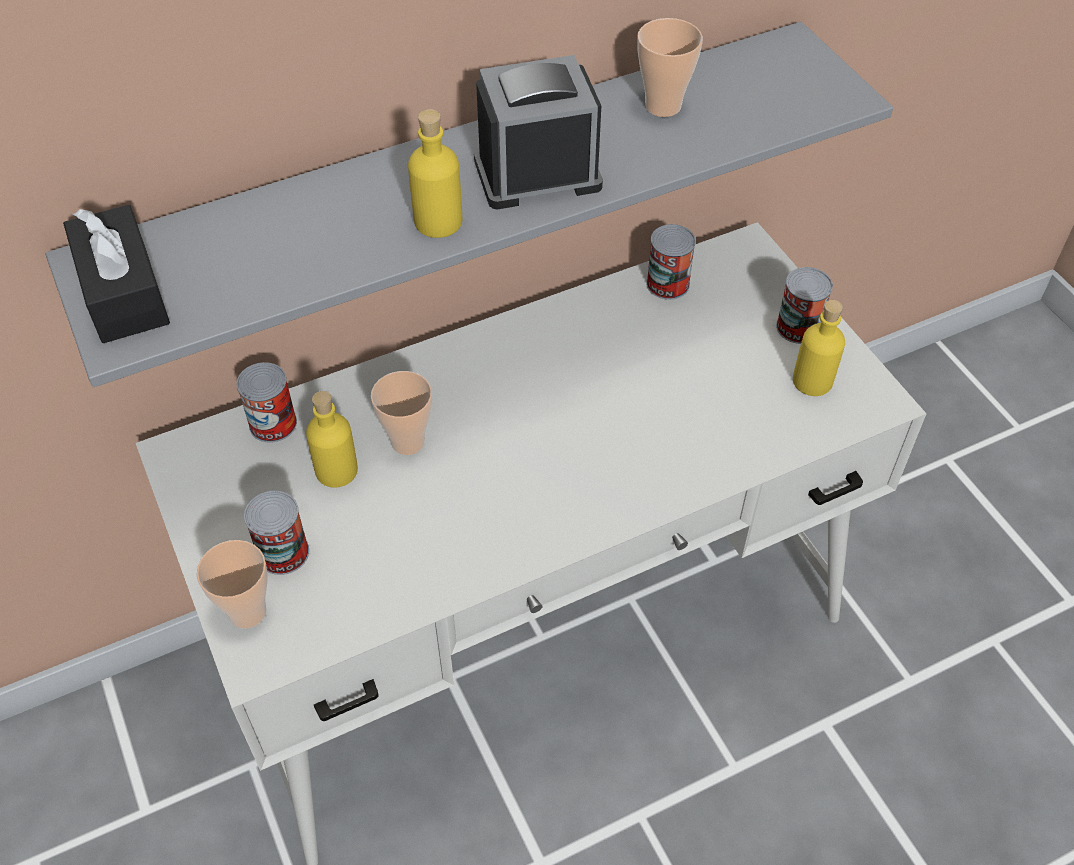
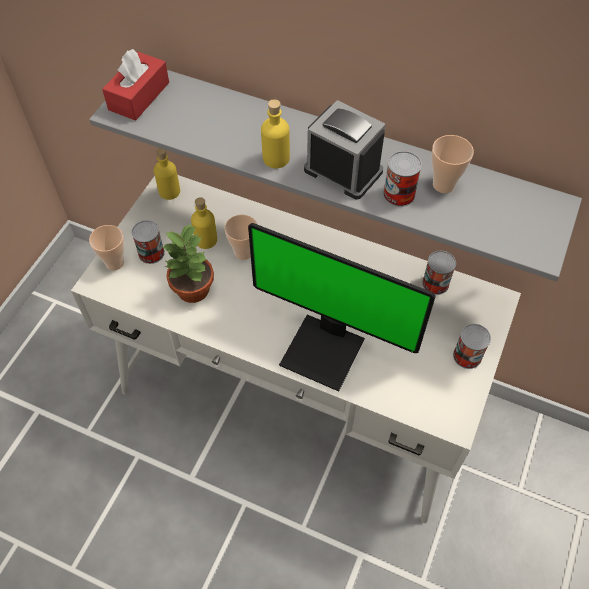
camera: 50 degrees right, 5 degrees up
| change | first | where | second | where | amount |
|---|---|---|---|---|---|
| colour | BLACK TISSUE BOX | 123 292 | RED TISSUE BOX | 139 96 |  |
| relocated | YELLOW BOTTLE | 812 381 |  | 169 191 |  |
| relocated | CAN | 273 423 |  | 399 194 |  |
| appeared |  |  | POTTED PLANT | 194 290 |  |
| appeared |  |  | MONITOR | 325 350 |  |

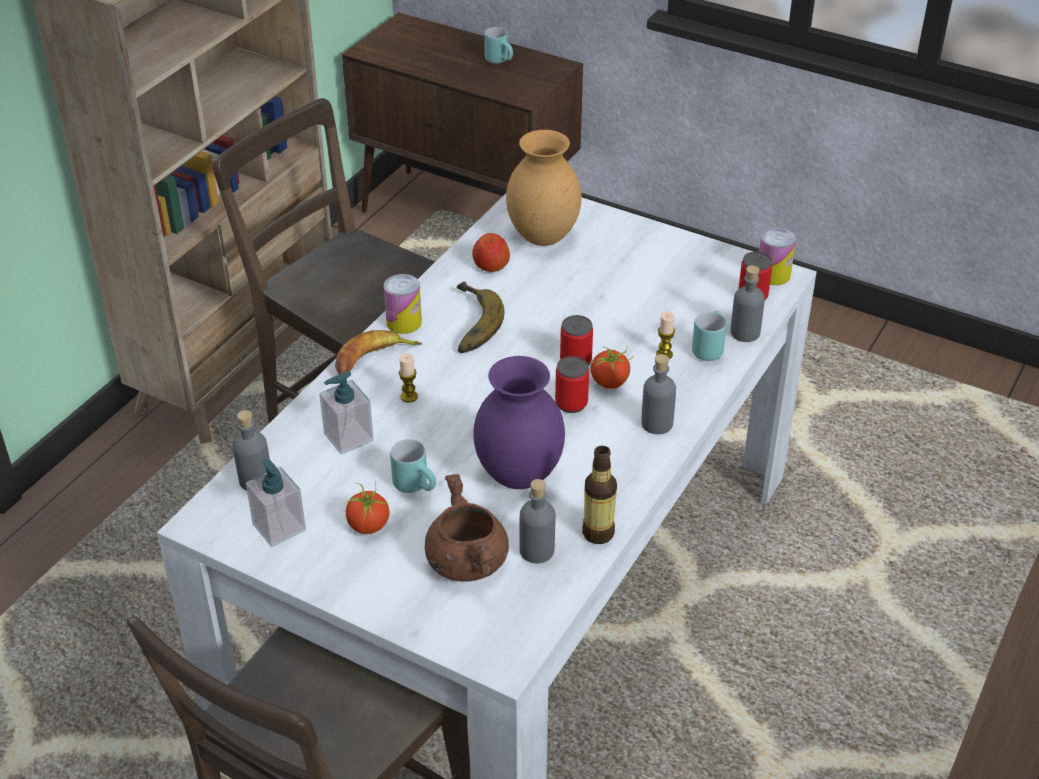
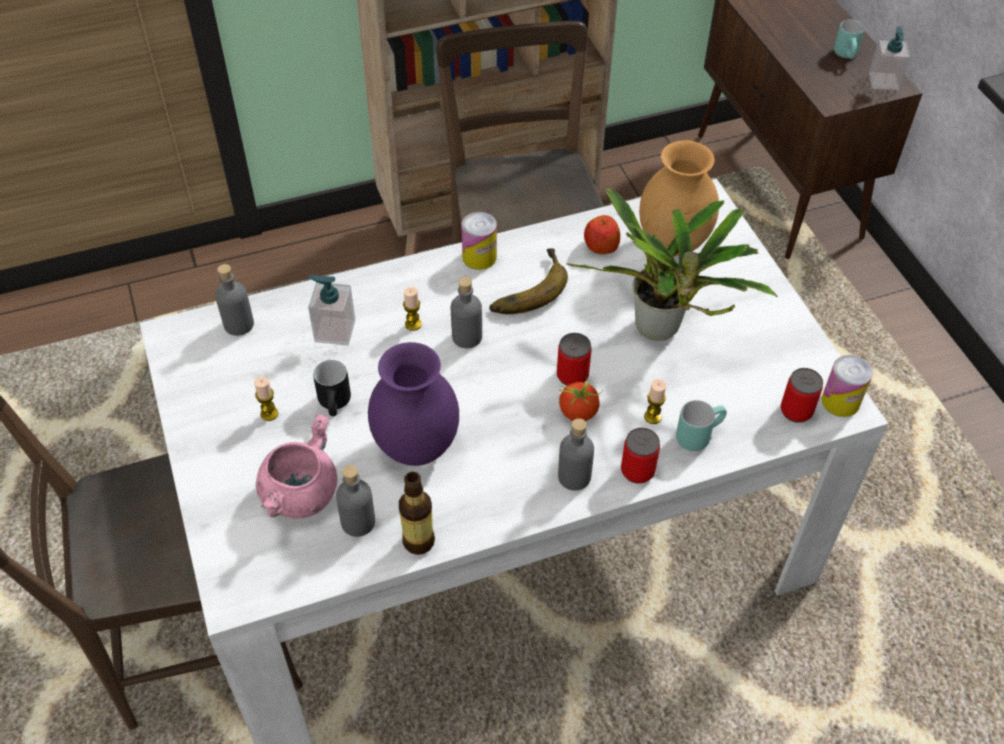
camera: 40 degrees right, 10 degrees up
| change | first | where | second | where | amount |
|---|---|---|---|---|---|
| relocated | GREY BOTTLE | 745 333 |  | 467 337 |  |
| missing | BANANA | 374 360 |  |  |  |
| relocated | CAN | 571 403 |  | 637 471 |  |
| colour | TURQUOISE MUG | 417 486 | BLACK MUG | 337 405 |  |
| relocated | SOAP DISPENSER | 279 527 |  | 883 81 |  |
| colour | BROWN COOKING POT | 466 562 | PINK COOKING POT | 300 494 |  |
| exchanged | TOMATO | 368 525 | CANDLE | 269 414 |  |
| appeared |  |  | POTTED PLANT | 661 332 |  |

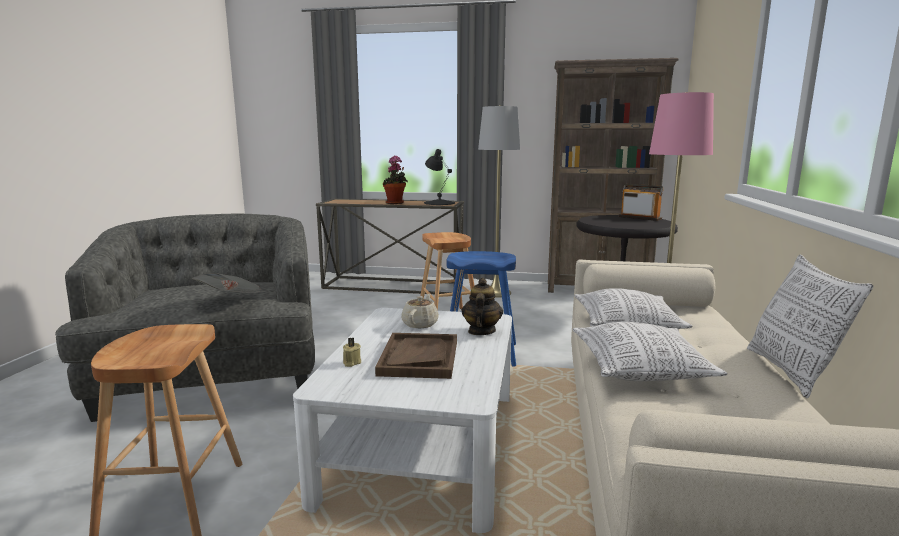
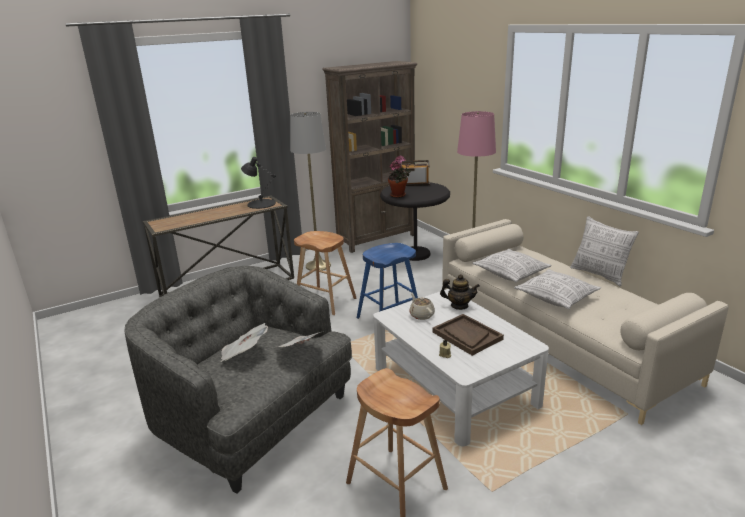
camera: 40 degrees left, 10 degrees up
| change | first | where | second | where | amount |
|---|---|---|---|---|---|
| relocated | POTTED PLANT | 395 203 |  | 399 195 |  |
| spun | TEAPOT | 481 331 |  | 459 306 | 135 degrees clockwise |
| appeared |  |  | NEWSPAPER | 244 354 |  |

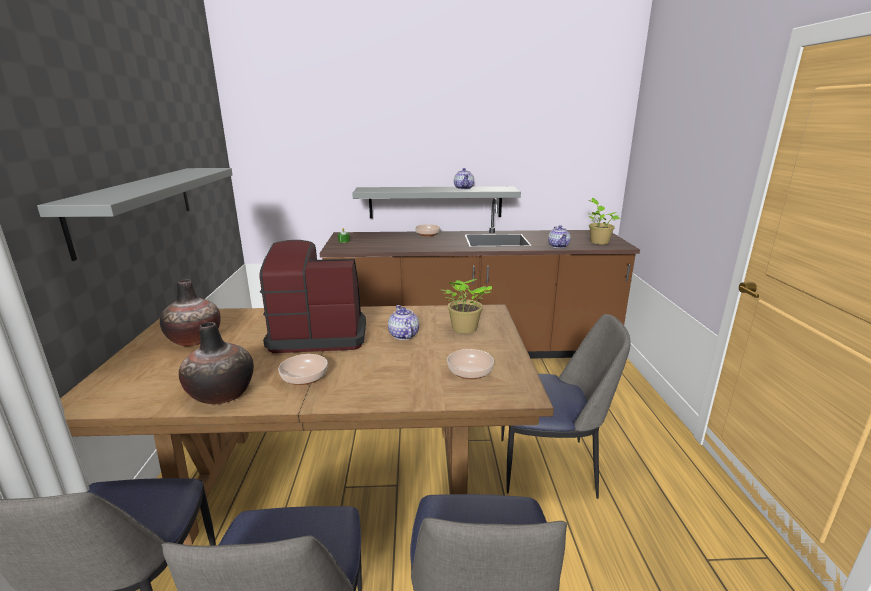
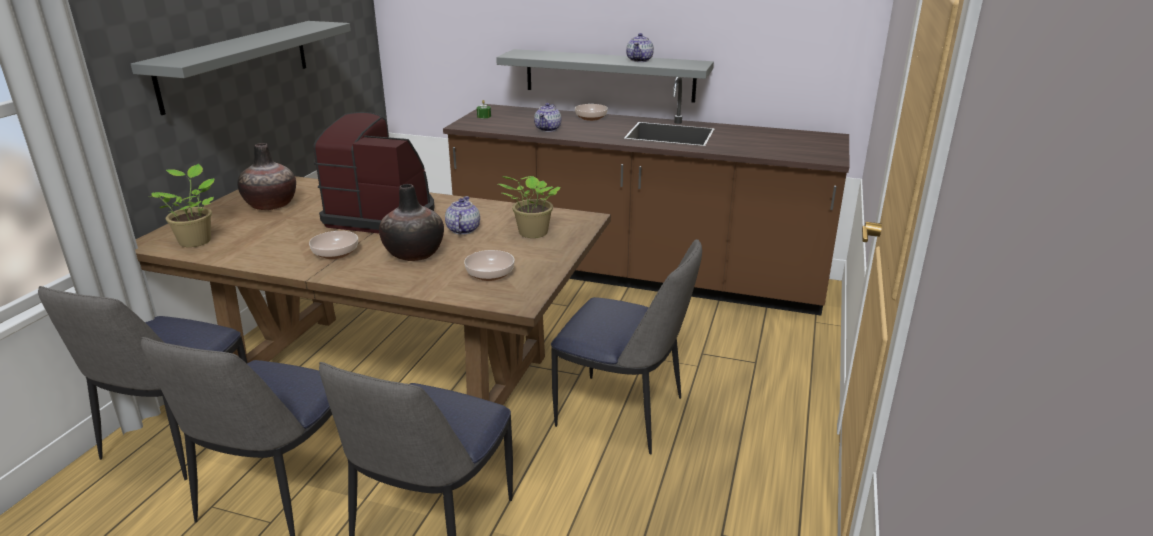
camera: 20 degrees right, 5 degrees up
| change | first | where | second | where | amount |
|---|---|---|---|---|---|
| relocated | POTTED PLANT | 598 242 |  | 196 240 |  |
| relocated | TEAPOT | 558 246 |  | 548 129 |  |
| relocated | VASE | 222 394 |  | 414 254 |  |

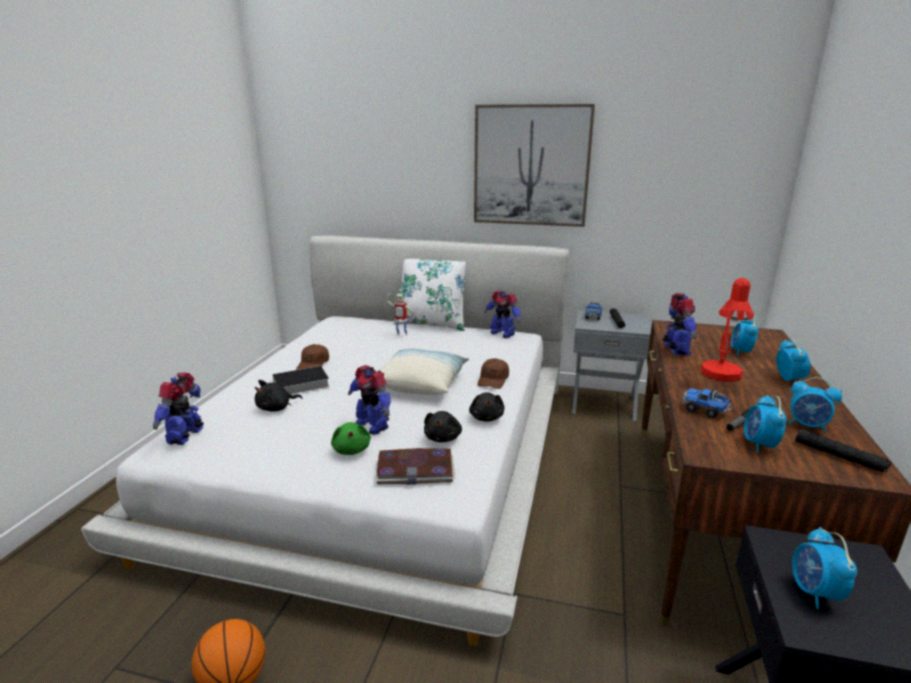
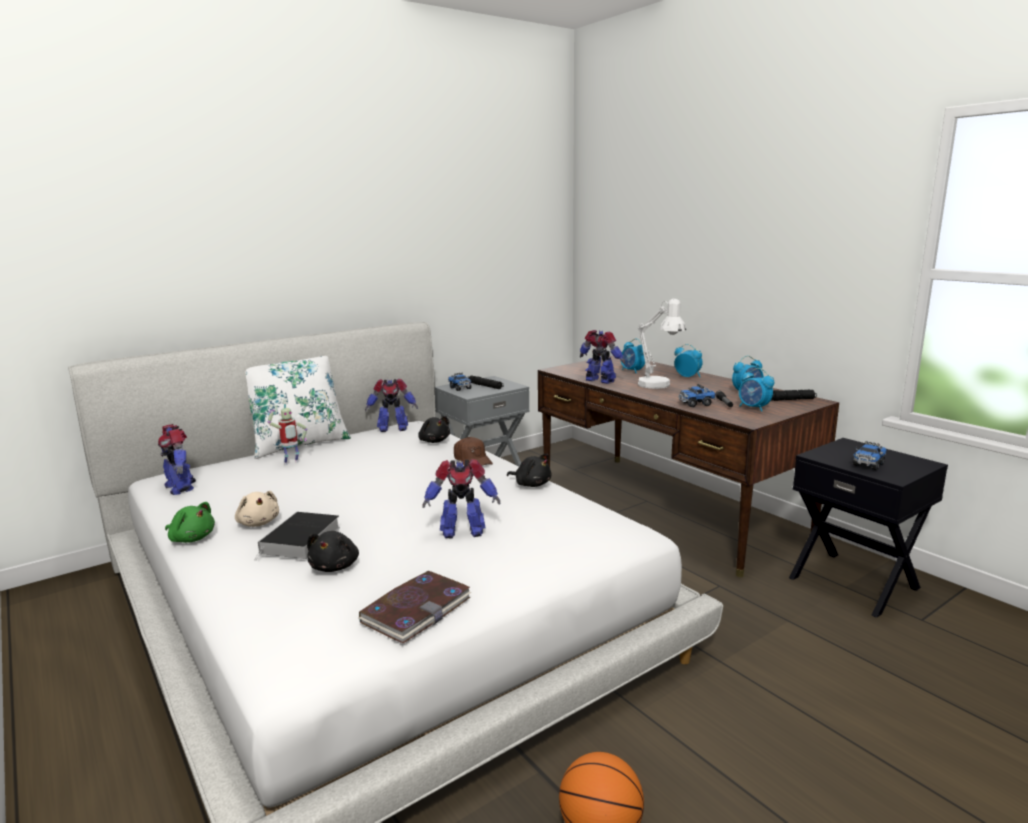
camera: 50 degrees left, 5 degrees down
| change | first | where | second | where | amount |
|---|---|---|---|---|---|
| missing | PICTURE | 531 166 |  |  |  |
| colour | RED TABLE LAMP | 721 377 | WHITE TABLE LAMP | 658 386 |  |
| exchanged | BROWN CAP | 313 364 | BEIGE PLUSH TOY | 258 523 |  |
| missing | PILLOW | 420 384 |  |  |  |
| relocated | TOY ROBOT | 186 436 |  | 180 487 |  |
| relocated | BLACK PLUSH TOY | 443 438 |  | 434 441 |  |
| relocated | GREEN PLUSH TOY | 351 449 |  | 191 538 |  |
| relocated | BOOK | 415 469 |  | 416 609 |  |
| exchanged | ALARM CLOCK | 814 592 | TOY TRUCK | 868 464 |  |

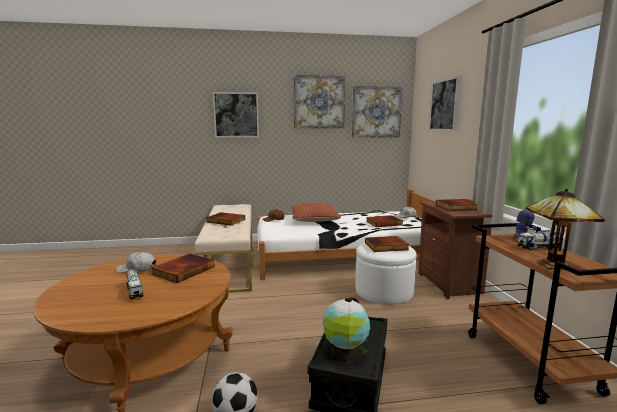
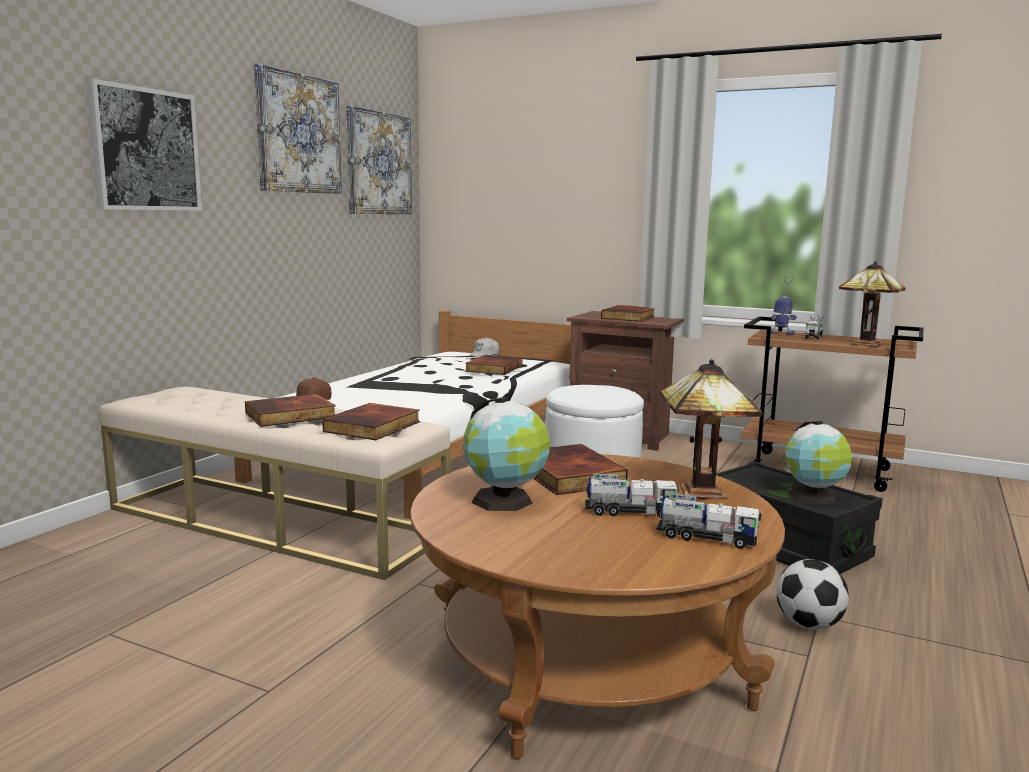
camera: 55 degrees left, 0 degrees up
| change | first | where | second | where | amount |
|---|---|---|---|---|---|
| missing | PICTURE | 445 105 |  |  |  |
| missing | PILLOW | 314 220 |  |  |  |
| relocated | BOOK | 386 246 |  | 373 427 |  |
| exchanged | WHITE CAP | 137 269 | GLOBE | 505 501 |  |
| appeared |  |  | TABLE LAMP | 699 491 |  |
| appeared |  |  | TOY TRUCK | 707 538 |  |

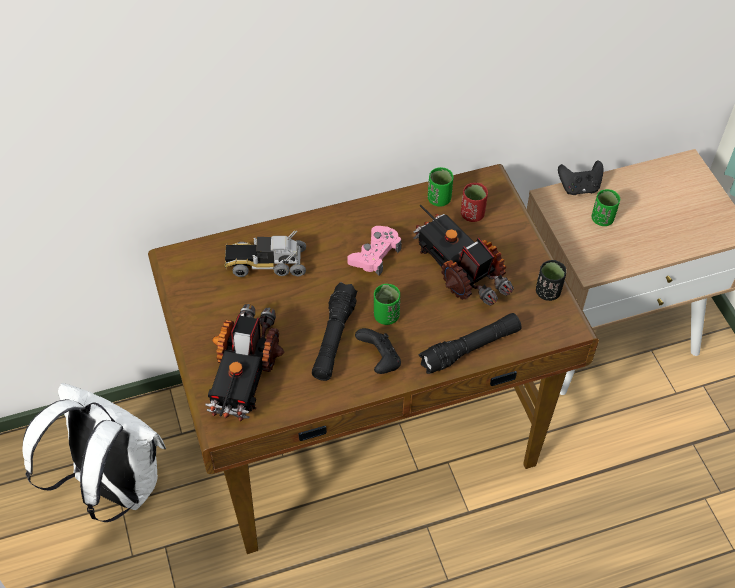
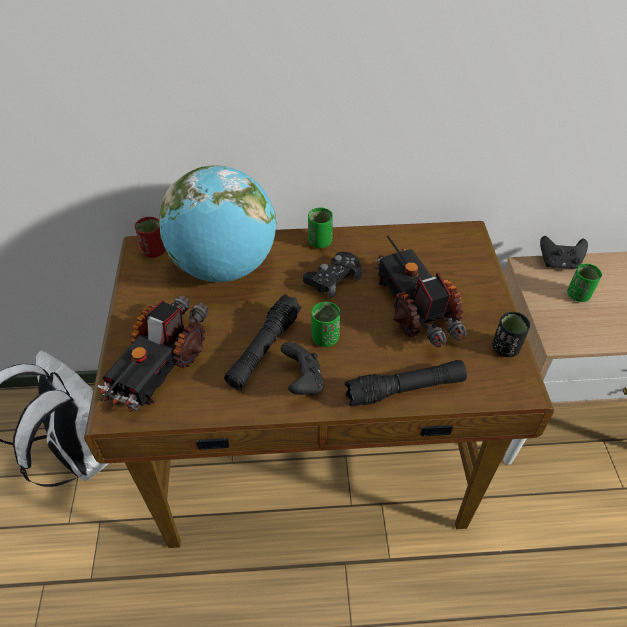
camera: 15 degrees right, 5 degrees down
| change | first | where | second | where | amount |
|---|---|---|---|---|---|
| relocated | GREEN CUP | 439 199 |  | 320 242 |  |
| relocated | RED CUP | 472 214 |  | 154 251 |  |
| colour | PINK GAME CONTROLLER | 375 254 | BLACK GAME CONTROLLER | 333 278 |  |
| exchanged | TOY TRUCK | 266 263 | GLOBE | 225 267 |  |

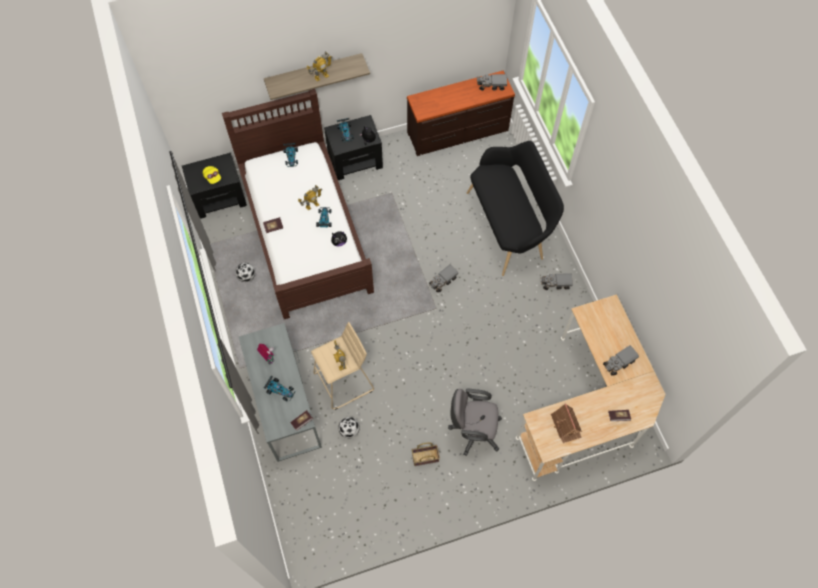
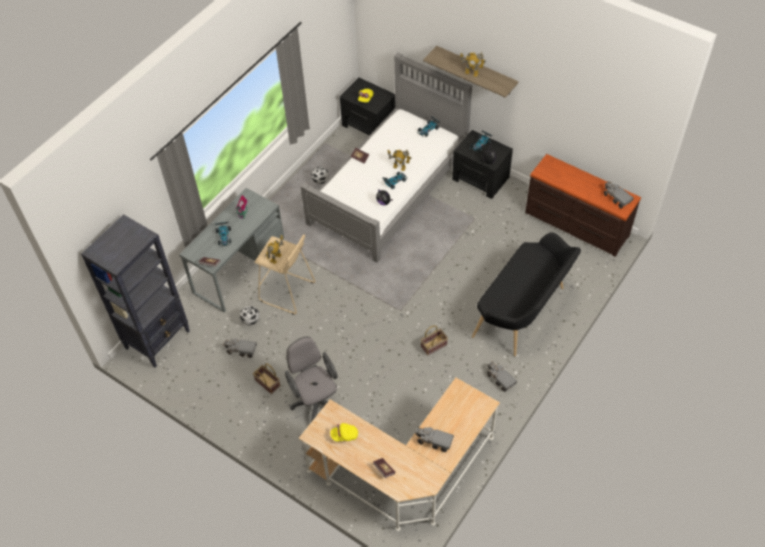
camera: 55 degrees right, 10 degrees down
| change | first | where | second | where | amount |
|---|---|---|---|---|---|
| colour | BROWN BED | 305 232 | GREY BED | 389 189 |  |
| relocated | TOY TRUCK | 442 281 |  | 241 350 |  |
| exchanged | TOY HOUSE | 566 425 | YELLOW CAP | 344 435 |  |
| appeared |  |  | BLACK BOOKCASE | 158 339 |  |
| appeared |  |  | BASKET | 433 346 |  |

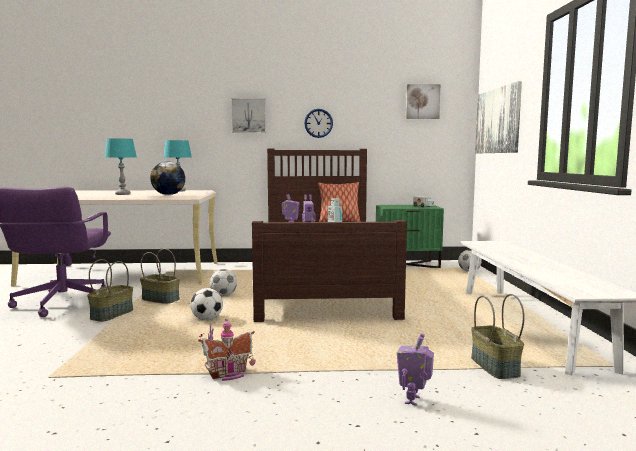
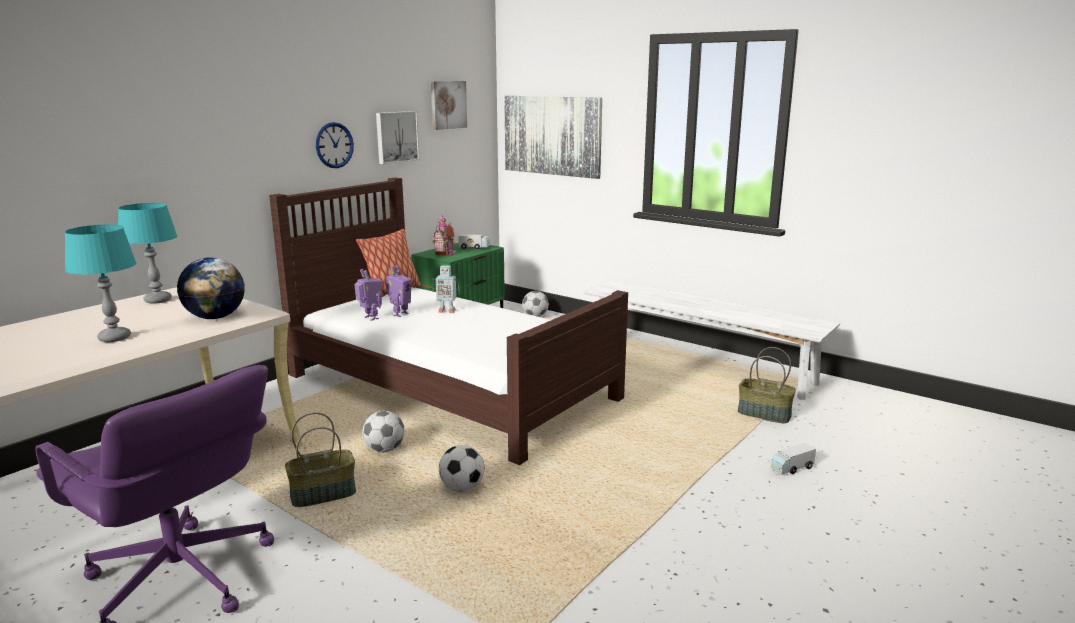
camera: 50 degrees left, 10 degrees up
| change | first | where | second | where | amount |
|---|---|---|---|---|---|
| relocated | PICTURE | 249 115 |  | 396 137 |  |
| missing | BASKET | 112 314 |  |  |  |
| relocated | TOY HOUSE | 229 374 |  | 446 253 |  |
| exchanged | TOY ROBOT | 414 400 | TOY TRUCK | 792 468 |  |

